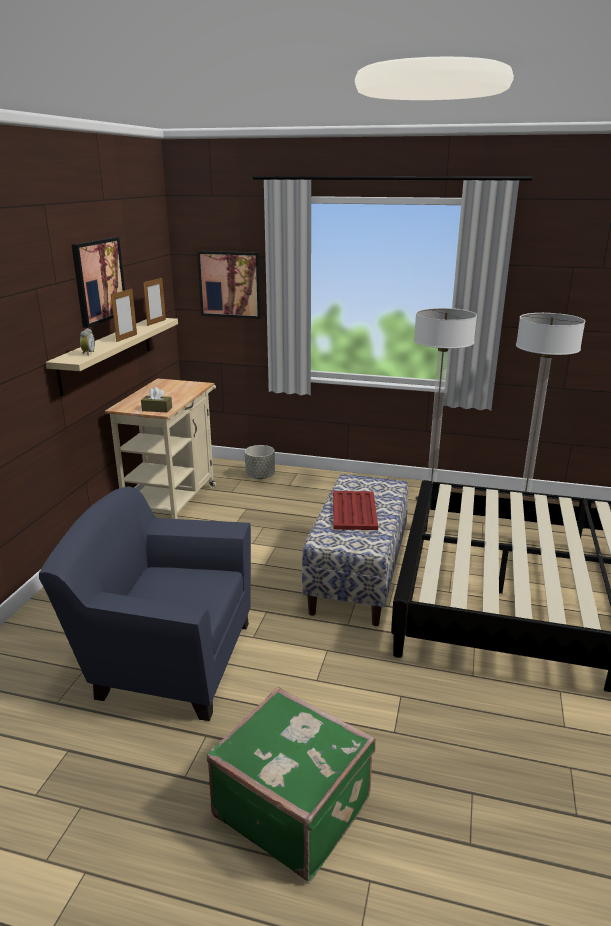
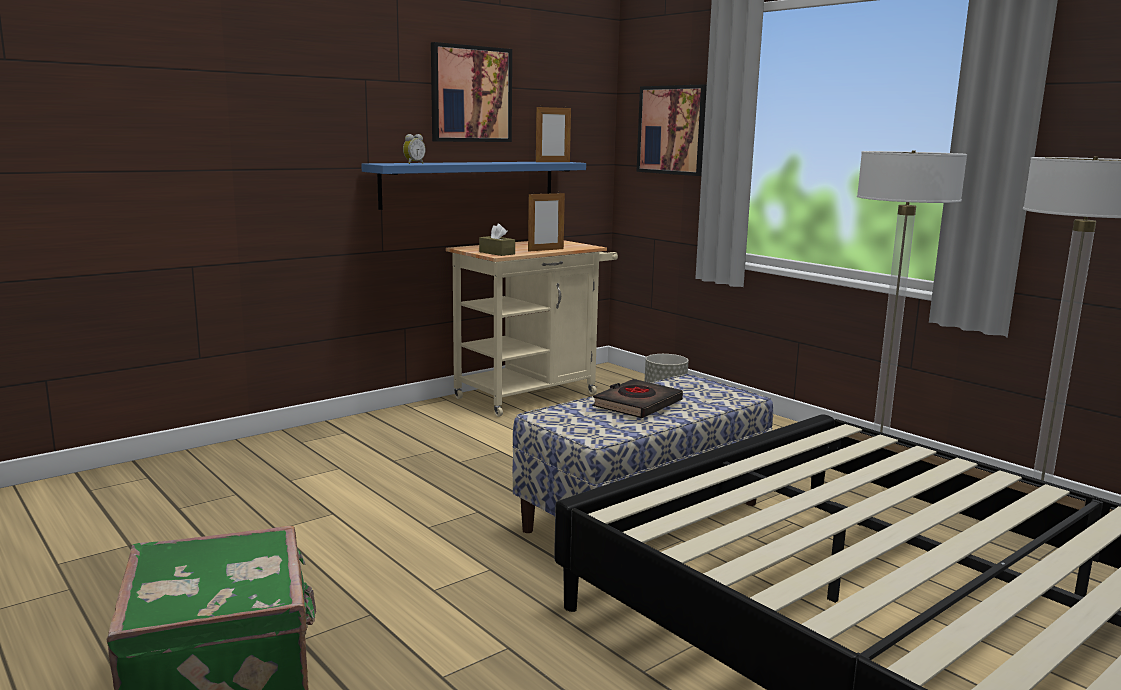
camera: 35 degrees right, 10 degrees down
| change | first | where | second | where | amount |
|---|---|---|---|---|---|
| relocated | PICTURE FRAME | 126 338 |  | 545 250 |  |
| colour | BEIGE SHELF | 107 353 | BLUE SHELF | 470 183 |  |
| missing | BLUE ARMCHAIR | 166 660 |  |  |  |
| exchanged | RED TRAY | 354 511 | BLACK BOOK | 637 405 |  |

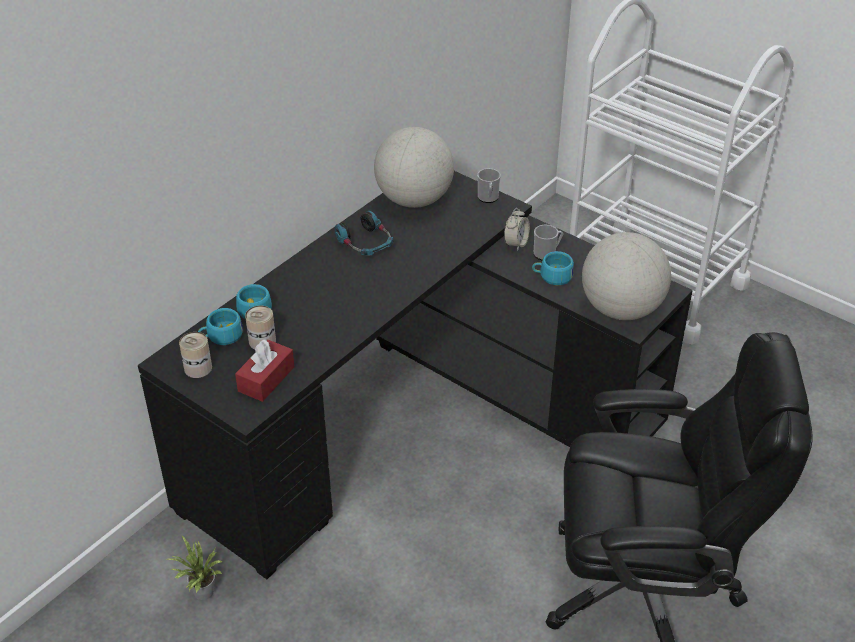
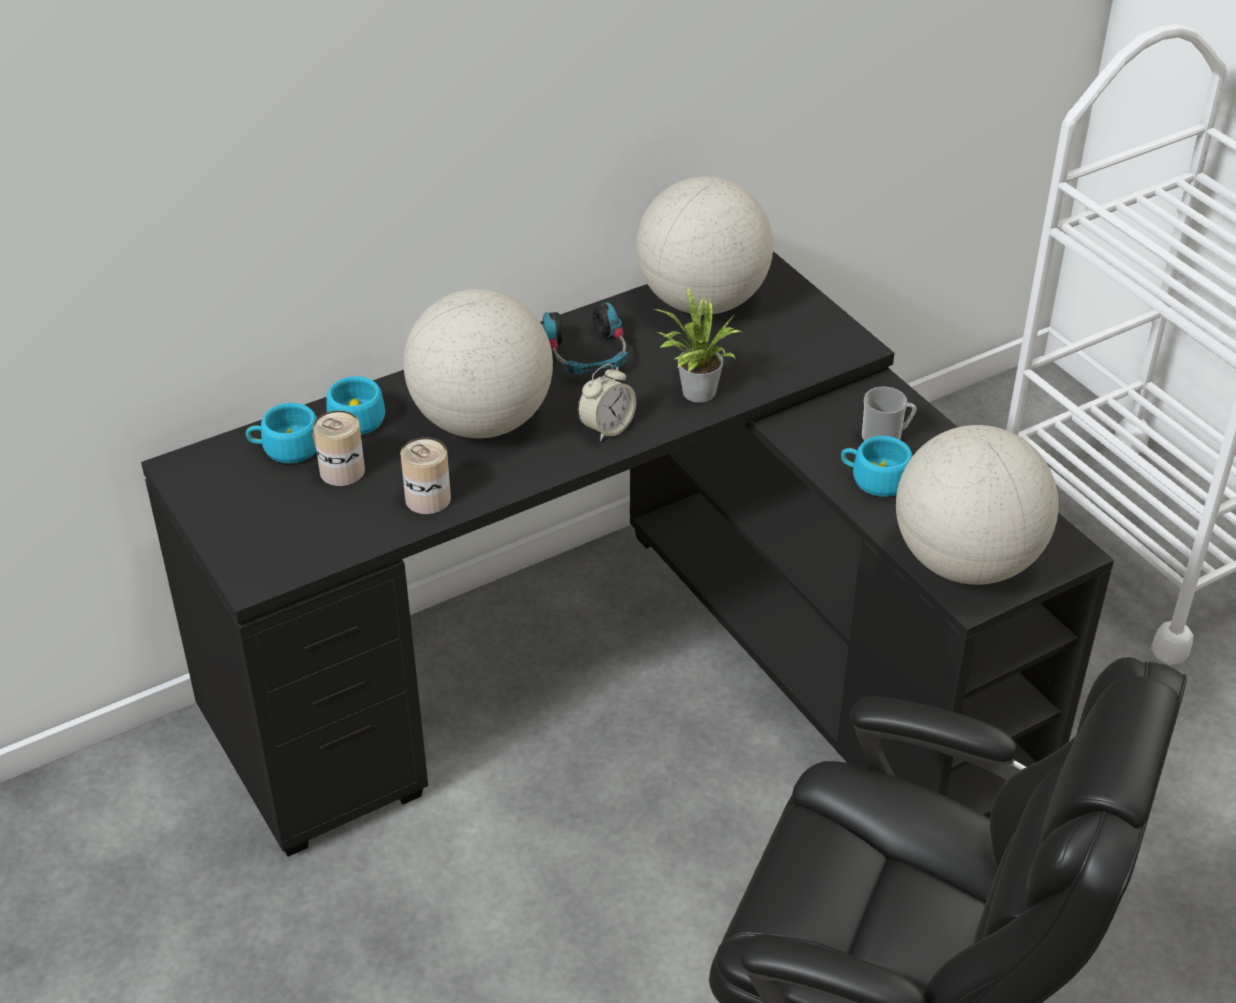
camera: 20 degrees right, 0 degrees up
| change | first | where | second | where | amount |
|---|---|---|---|---|---|
| missing | MUG | 488 198 |  |  |  |
| relocated | ALARM CLOCK | 516 244 |  | 607 428 |  |
| relocated | CAN | 198 368 |  | 428 498 |  |
| missing | RED TISSUE BOX | 266 379 |  |  |  |
| relocated | POTTED PLANT | 201 593 |  | 694 393 |  |
| appeared |  |  | GLOBE | 482 421 |  |

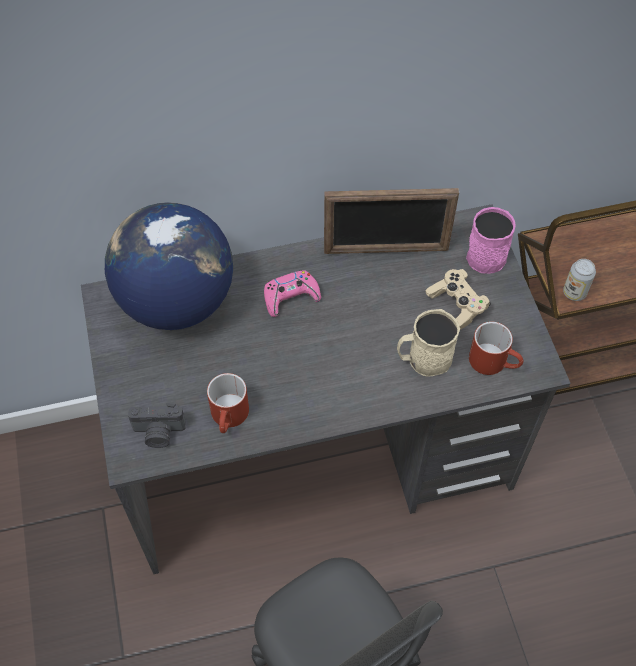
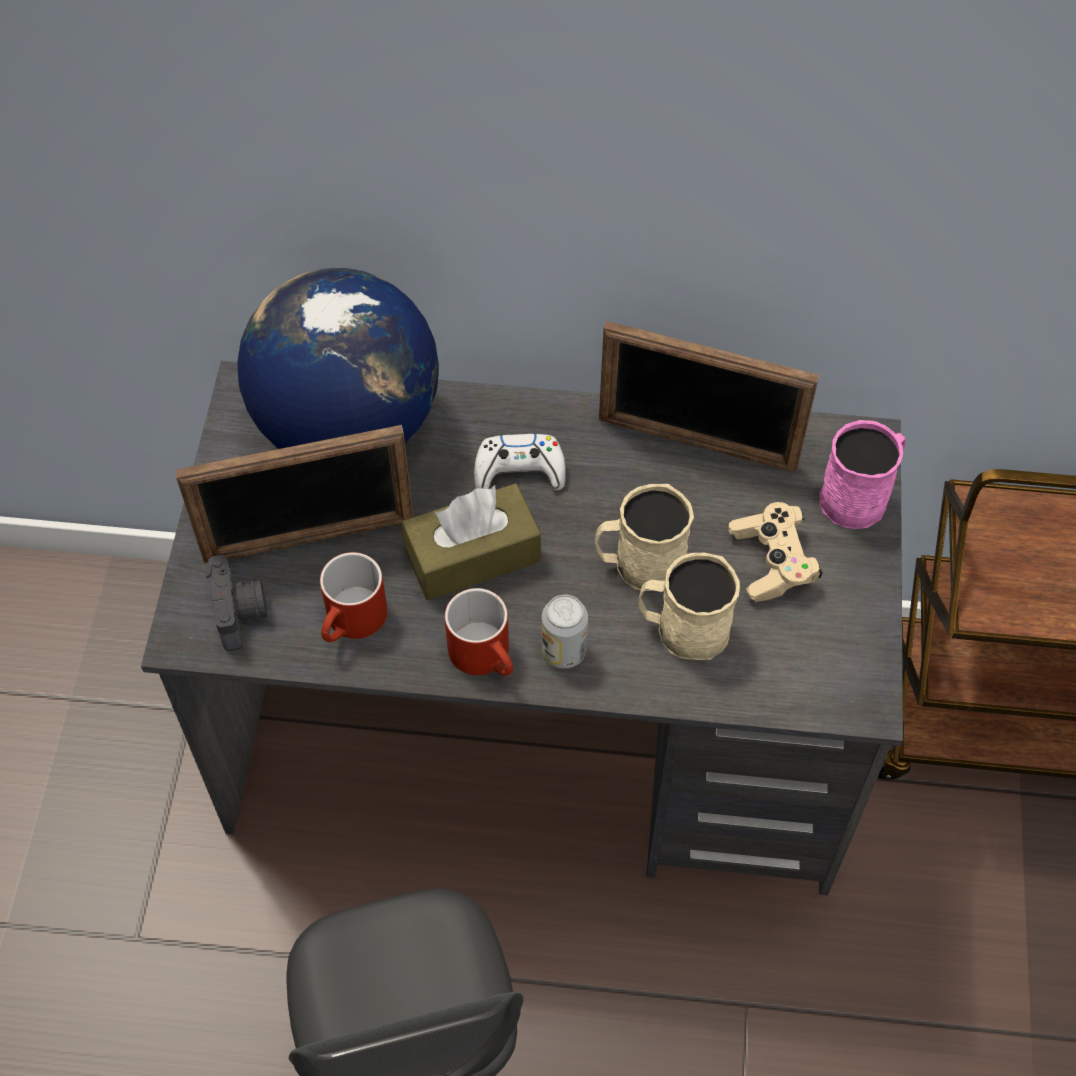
camera: 20 degrees right, 0 degrees up
| change | first | where | second | where | amount |
|---|---|---|---|---|---|
| relocated | CAN | 574 292 |  | 564 651 |  |
| colour | PINK GAME CONTROLLER | 290 297 | WHITE GAME CONTROLLER | 519 471 |  |
| relocated | RED MUG | 494 362 |  | 487 657 |  |
| spun | PHOTO CAMERA | 159 433 |  | 241 613 | 120 degrees counterclockwise |
| appeared |  |  | PICTURE FRAME | 309 539 |  |
| appeared |  |  | BROWN TISSUE BOX | 472 555 |  |
| appeared |  |  | BEIGE MUG | 639 563 |  |

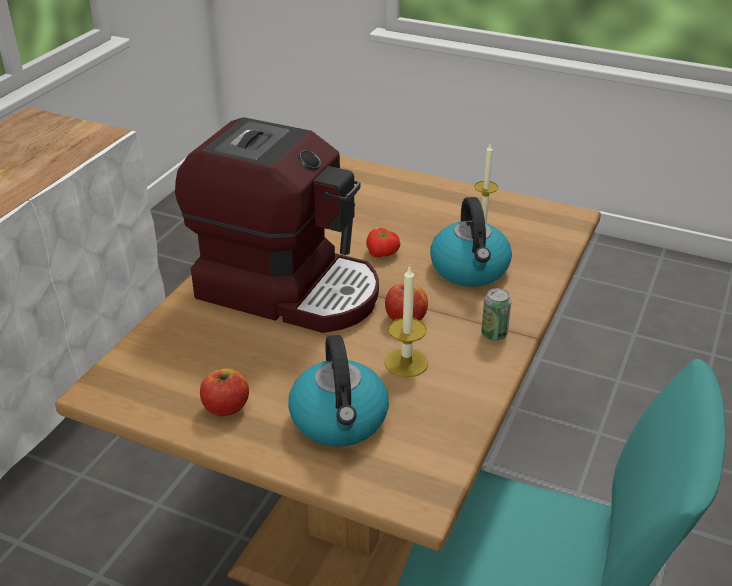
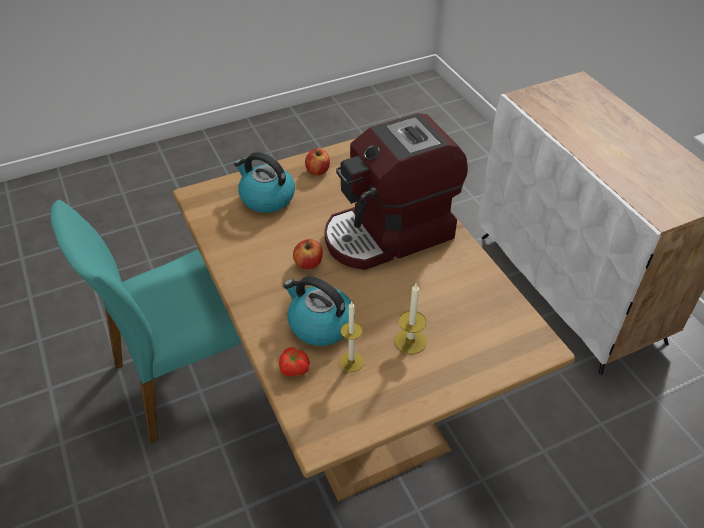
camera: 130 degrees right, 10 degrees up
| change | first | where | second | where | amount |
|---|---|---|---|---|---|
| relocated | TOMATO | 383 253 |  | 294 369 |  |
| relocated | CANDLE | 406 363 |  | 410 341 |  |
| missing | CAN | 494 334 |  |  |  |

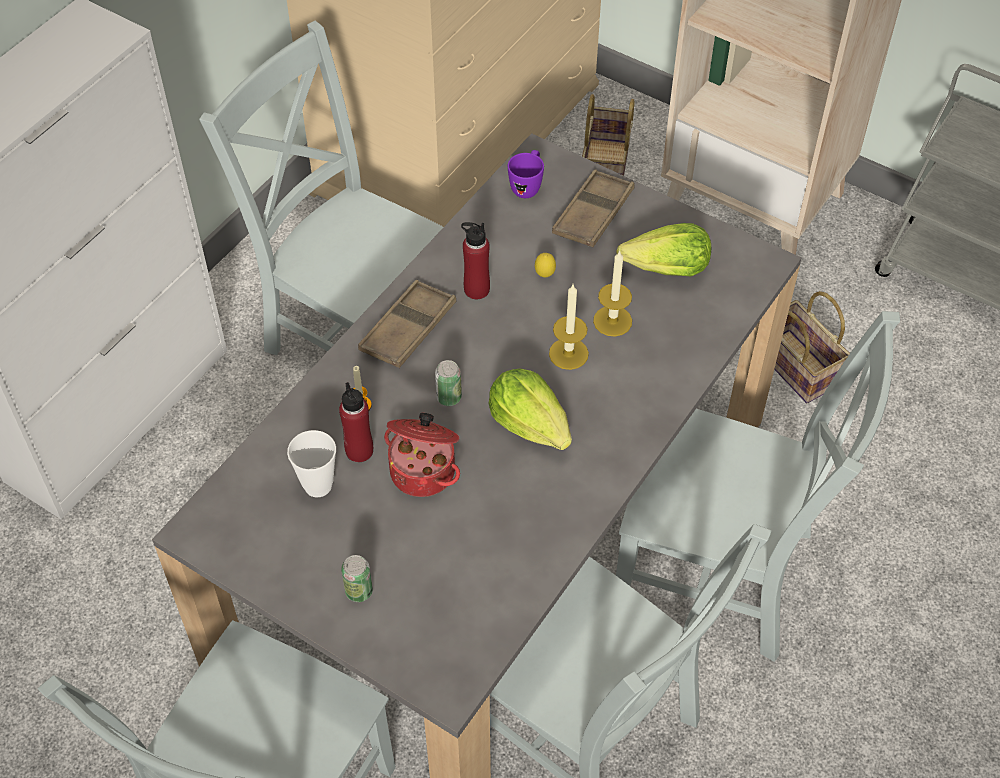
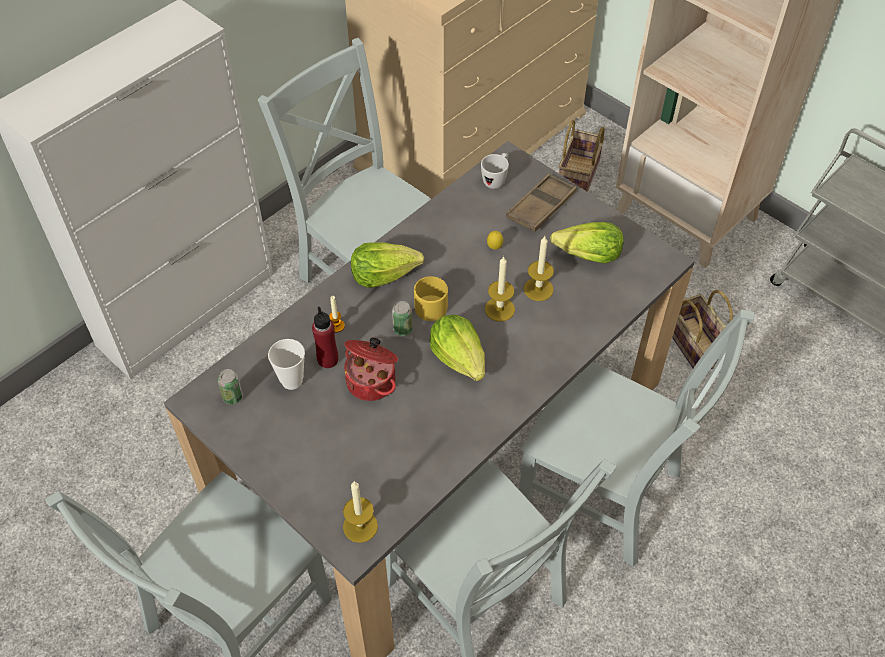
camera: 10 degrees right, 0 degrees up
| change | first | where | second | where | amount |
|---|---|---|---|---|---|
| colour | PURPLE MUG | 527 186 | WHITE MUG | 496 180 |  |
| missing | RED BOTTLE | 476 289 |  |  |  |
| exchanged | BROWN TRAY | 408 329 | LETTUCE | 384 274 |  |
| relocated | CAN | 359 591 |  | 233 397 |  |
| appeared |  |  | YELLOW MUG | 431 304 |  |
| appeared |  |  | CANDLE | 360 526 |  |

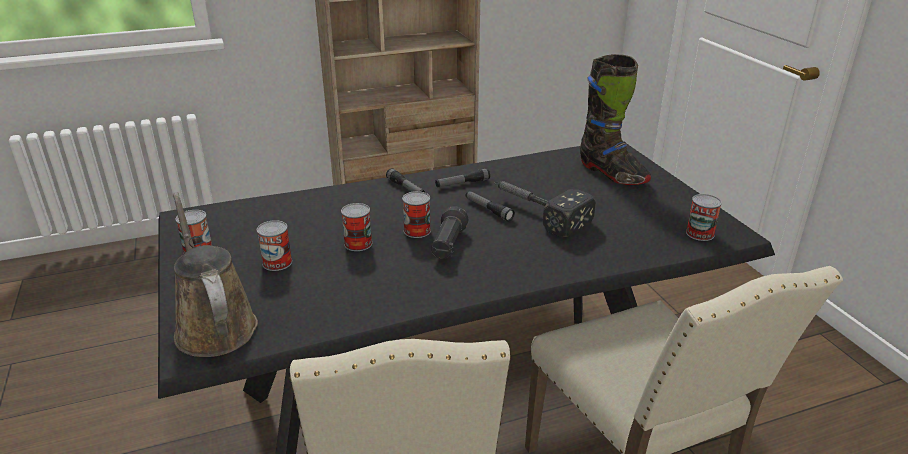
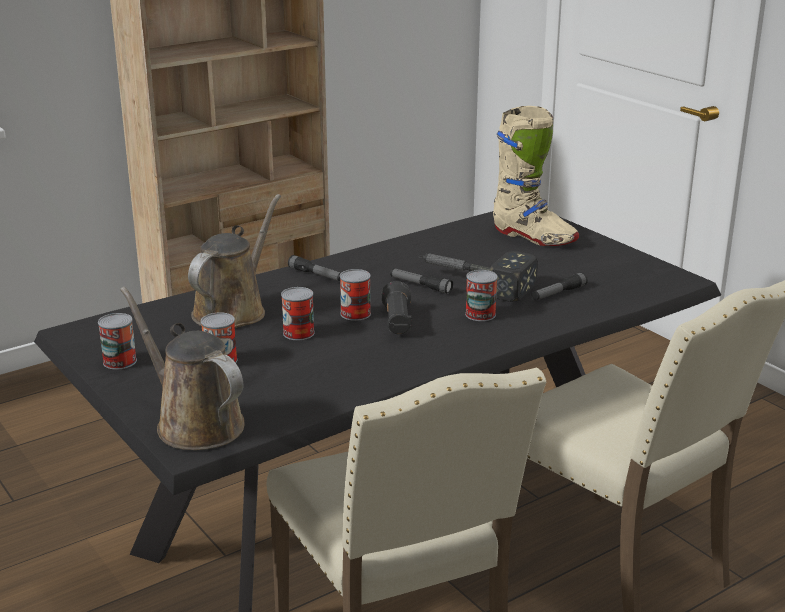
camera: 15 degrees left, 5 degrees down
| change | first | where | second | where | amount |
|---|---|---|---|---|---|
| colour | BLACK BOOT | 612 174 | BEIGE BOOT | 533 237 |  |
| relocated | FLASHLIGHT | 462 183 |  | 558 293 |  |
| relocated | CAN | 700 233 |  | 480 314 |  |
| appeared |  |  | BROWN WATERING CAN | 233 310 |  |

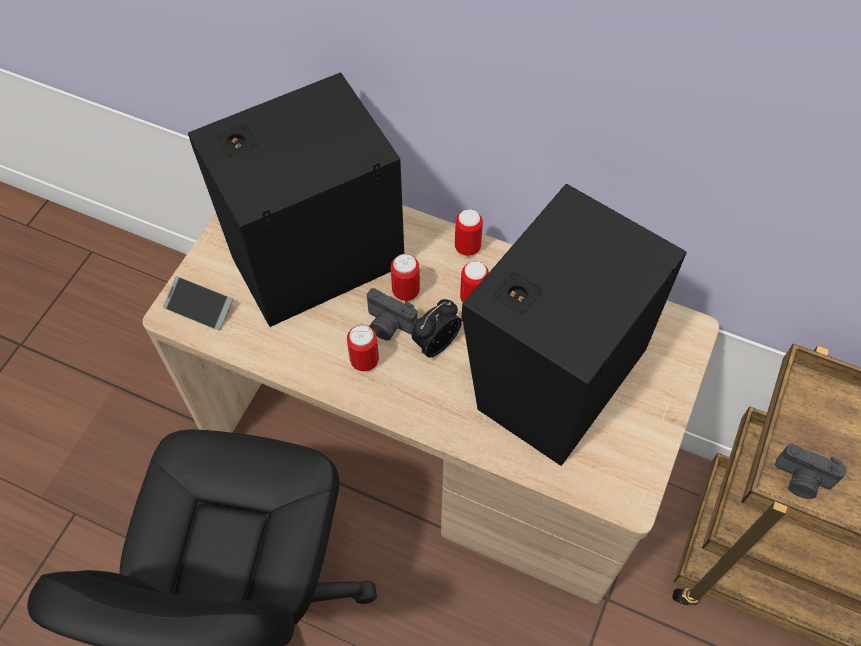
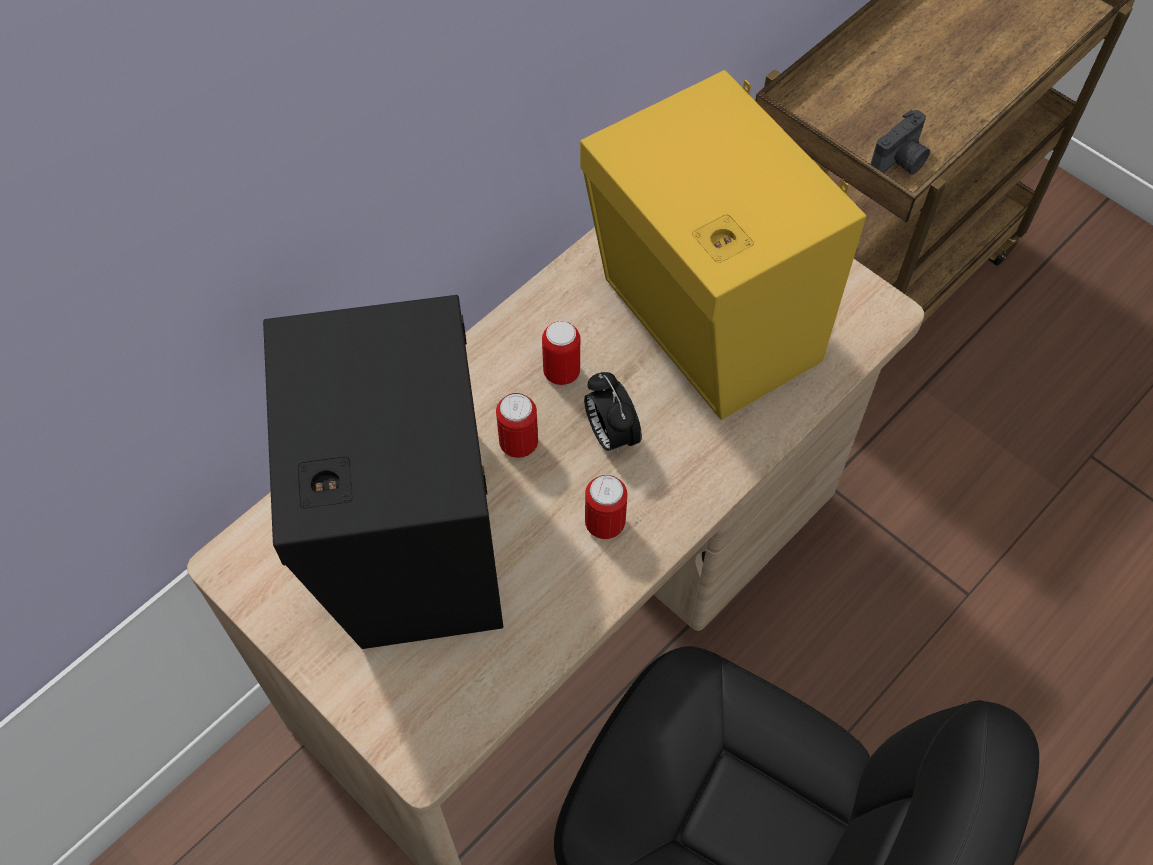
camera: 70 degrees left, 0 degrees up
| change | first | where | second | where | amount |
|---|---|---|---|---|---|
| colour | BLACK SPEAKER | 553 376 | YELLOW SPEAKER | 704 328 |  |
| missing | CAN | 467 247 |  |  |  |
| missing | PHONE | 199 307 |  |  |  |
| missing | PHOTO CAMERA | 388 325 |  |  |  |

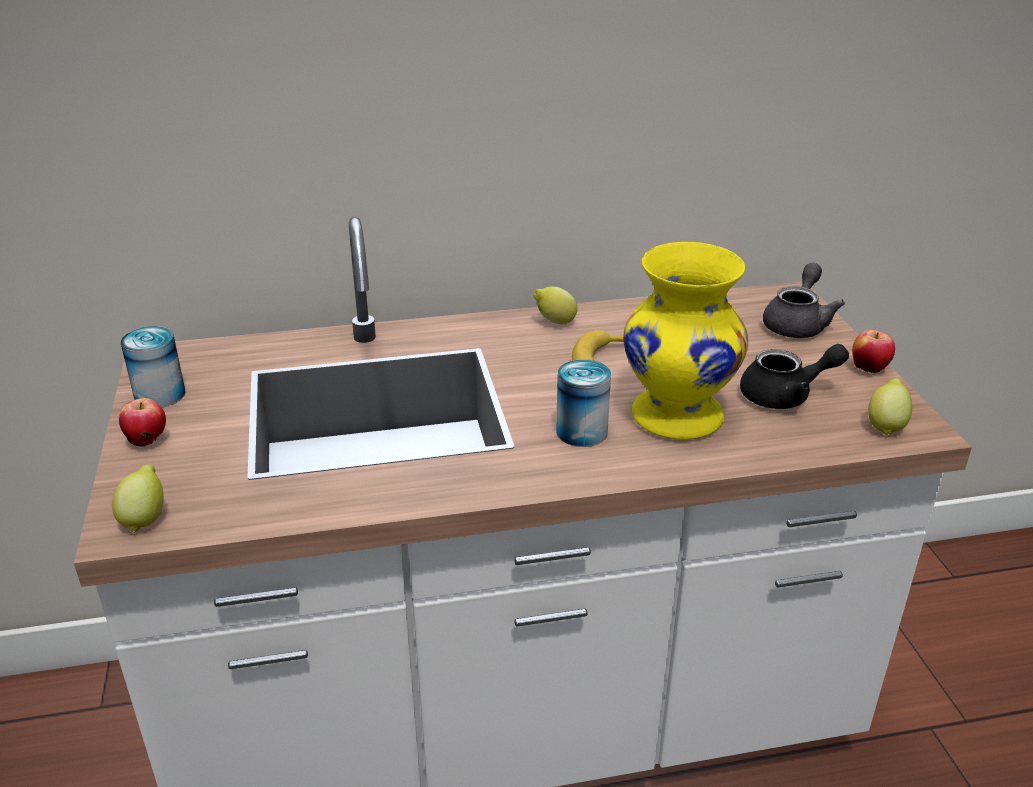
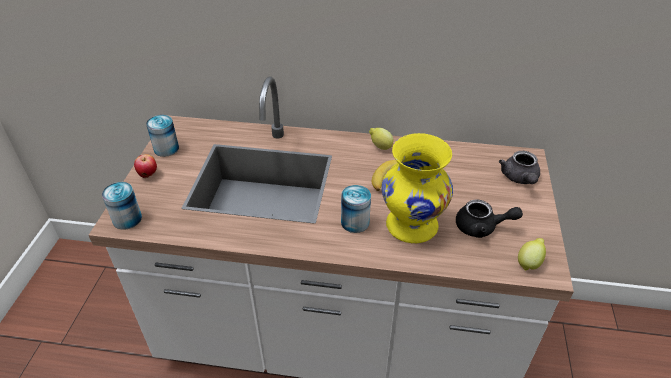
camera: 20 degrees right, 10 degrees up
| change | first | where | second | where | amount |
|---|---|---|---|---|---|
| spun | GREY TEAPOT | 797 323 |  | 520 179 | 135 degrees clockwise |
| missing | APPLE | 869 369 |  |  |  |
| exchanged | LEMON | 145 518 | CAN | 127 219 |  |

